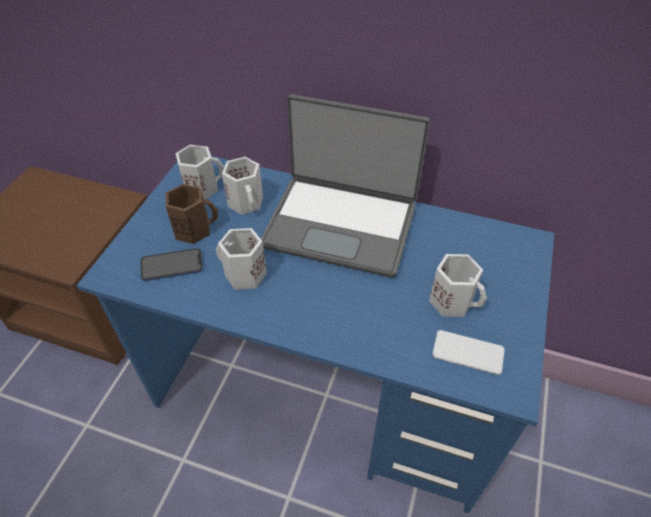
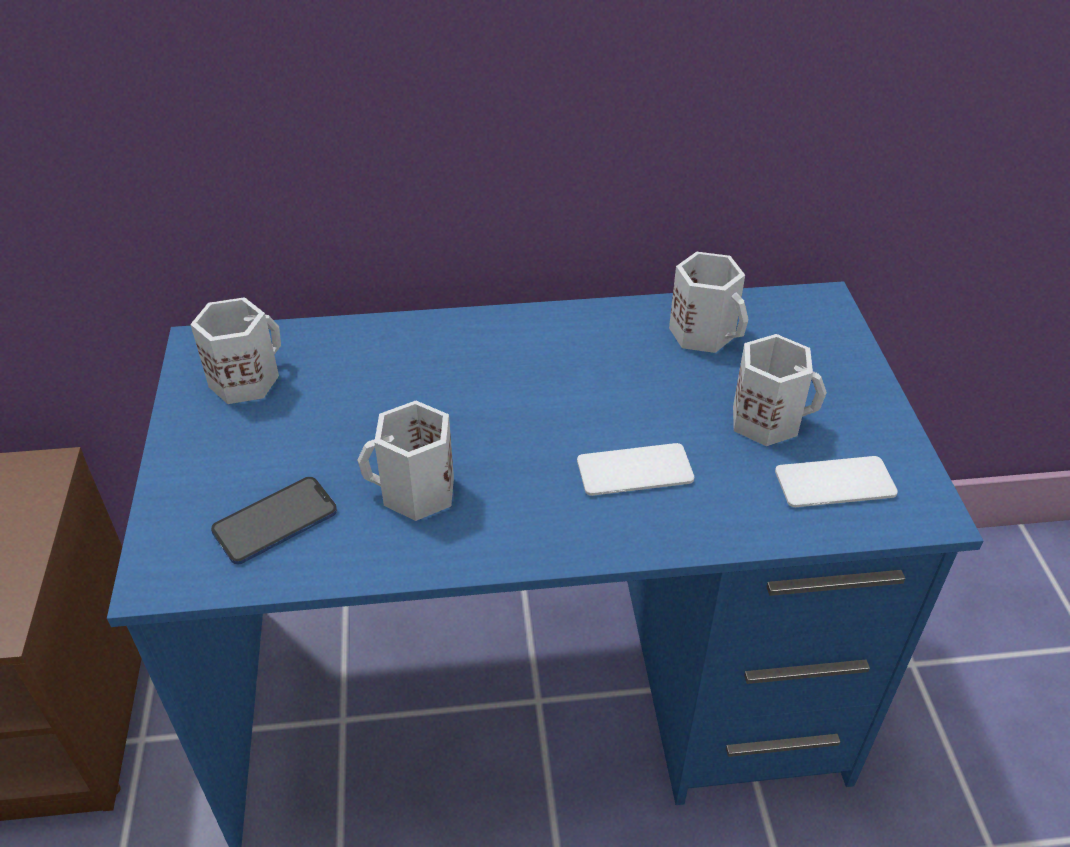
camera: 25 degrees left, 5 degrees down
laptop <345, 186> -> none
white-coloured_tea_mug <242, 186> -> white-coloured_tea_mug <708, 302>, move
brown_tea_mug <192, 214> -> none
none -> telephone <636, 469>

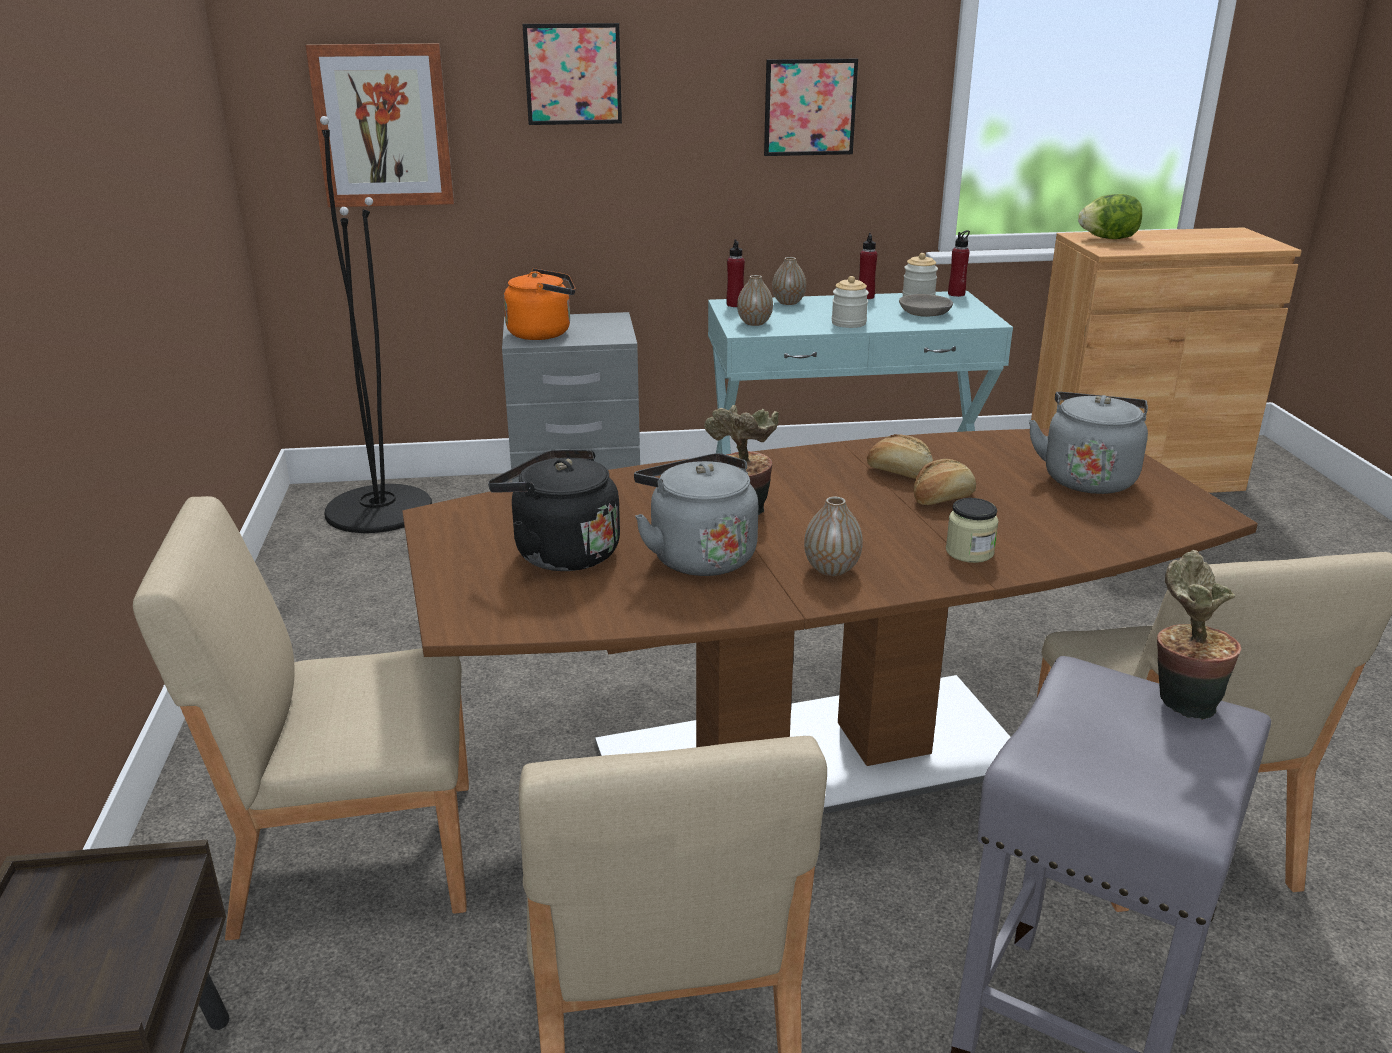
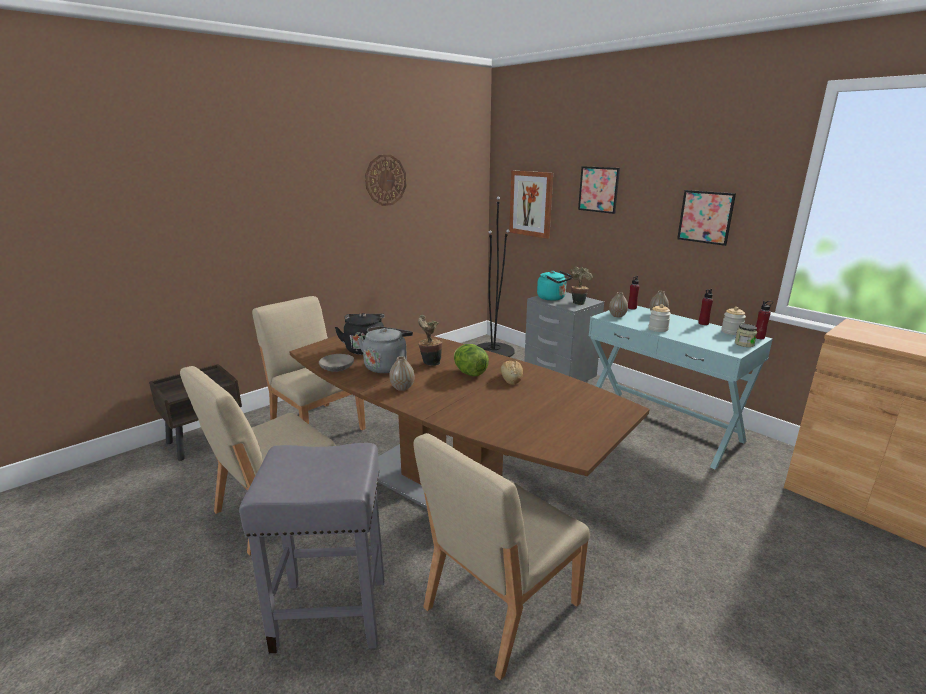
camera: 55 degrees right, 5 degrees down
lettuce_head <1110, 216> -> lettuce_head <471, 360>, move
orange-coloured_tea_kettle <539, 304> -> turquoise_tea_kettle <555, 286>
gray_bowl <926, 305> -> gray_bowl <336, 363>, move
gray_tea_kettle <1088, 443> -> none
bakery_bread <945, 482> -> none
jar <972, 530> -> jar <746, 335>, move
houseplant <1199, 635> -> houseplant <581, 286>, move
none -> hanging_clock <385, 180>

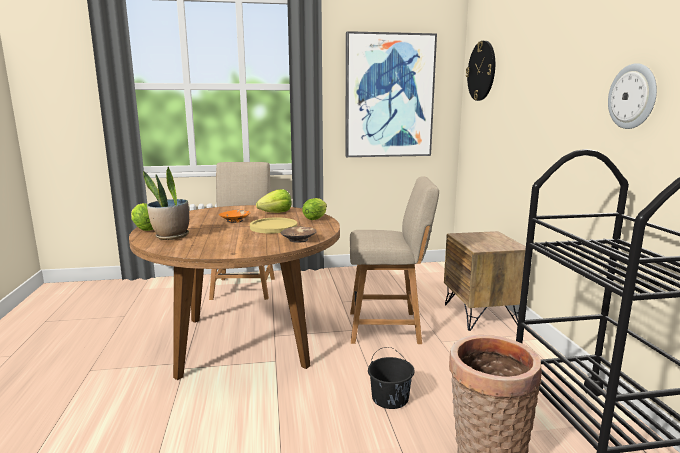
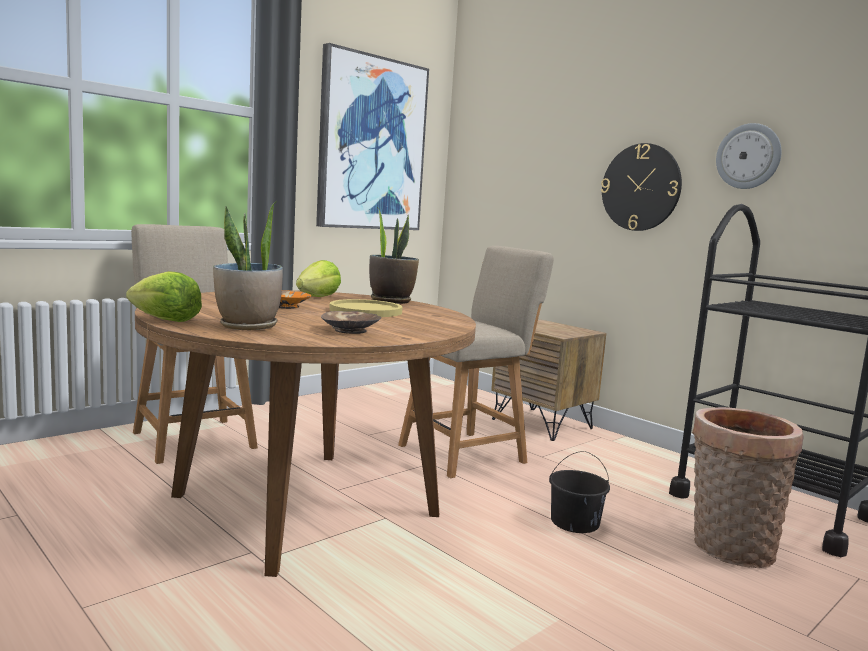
camera: 35 degrees left, 5 degrees down
hanging_clock <480, 71> -> hanging_clock <641, 187>, move
lettuce_head <314, 209> -> houseplant <394, 255>
brown_bowl <298, 234> -> brown_bowl <351, 322>, move

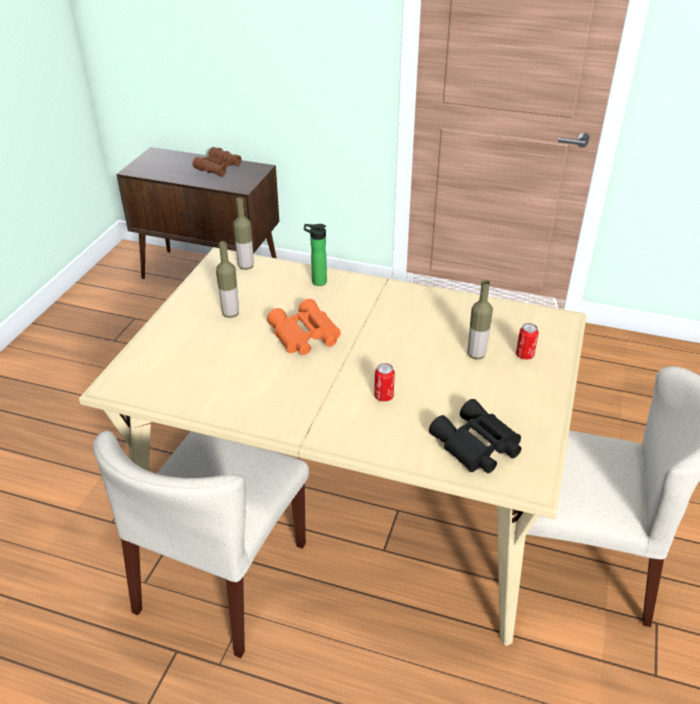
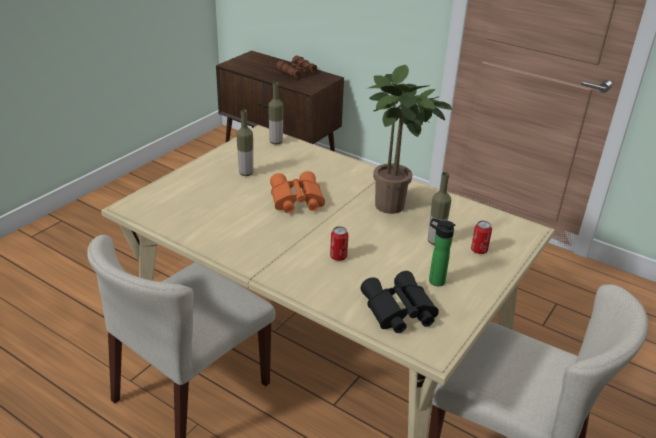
camera: 15 degrees right, 5 degrees down
beverage_bottle <315, 255> -> beverage_bottle <442, 252>, move
none -> houseplant <410, 139>

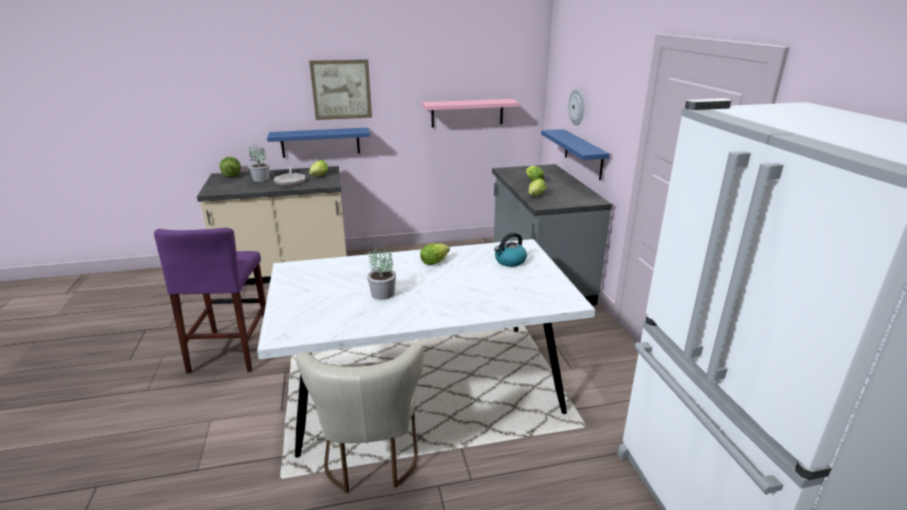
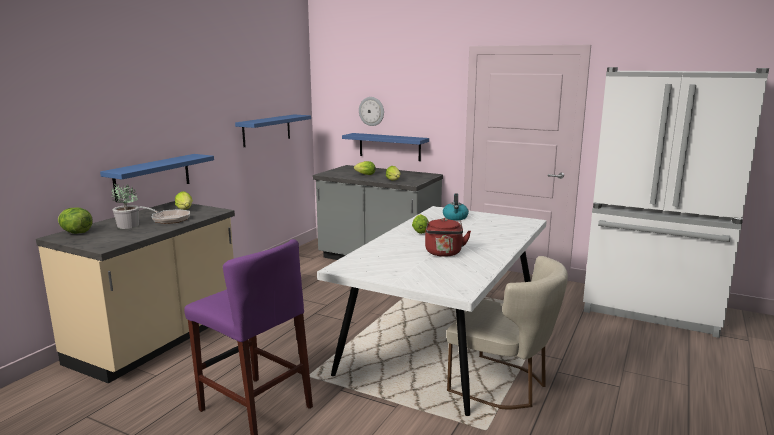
camera: 50 degrees left, 10 degrees down
wall_picture <340, 89> -> none
pinkish_bracket_shelf <470, 113> -> bluish_bracket_shelf <273, 131>
houseplant <381, 272> -> reddish_tea_kettle <448, 237>

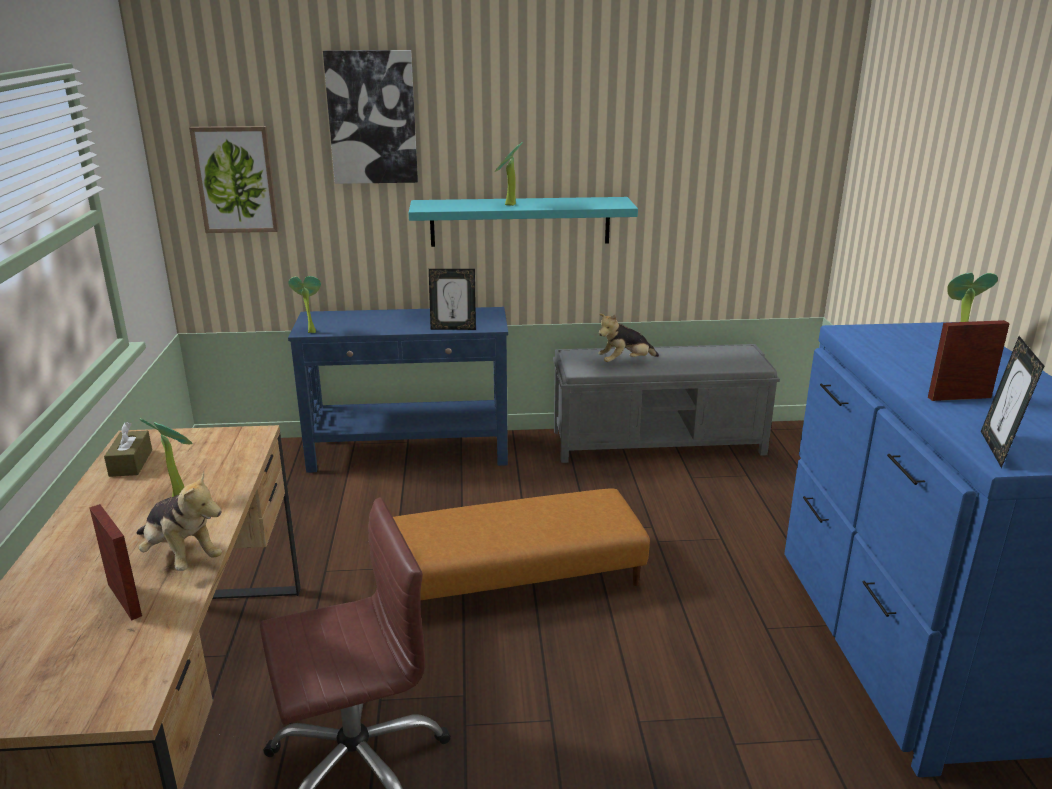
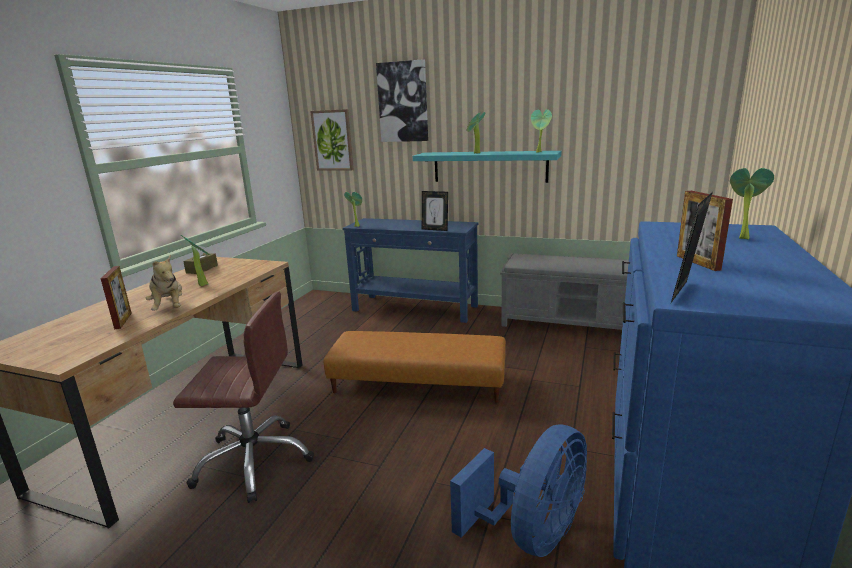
camera: 25 degrees right, 5 degrees down
plush_toy <628, 337> -> none
standing_frame <969, 360> -> standing_frame <705, 231>, 120 degrees counterclockwise
none -> houseplant <541, 130>
none -> bluish_electric_fan <518, 490>

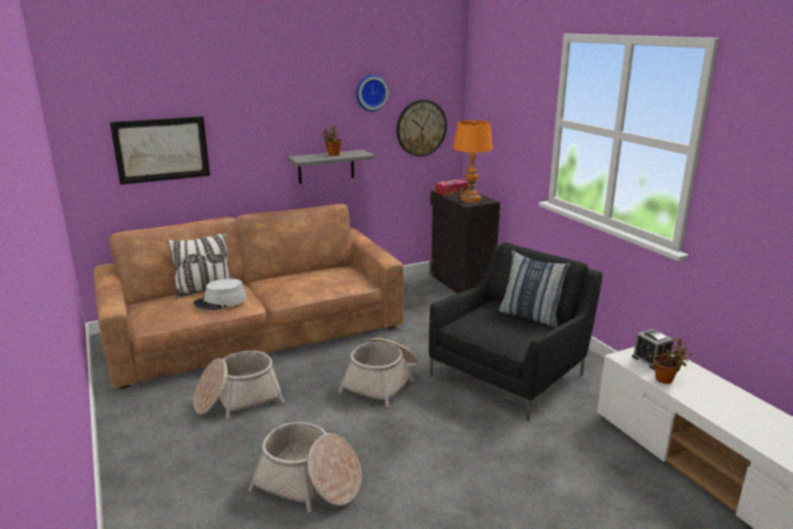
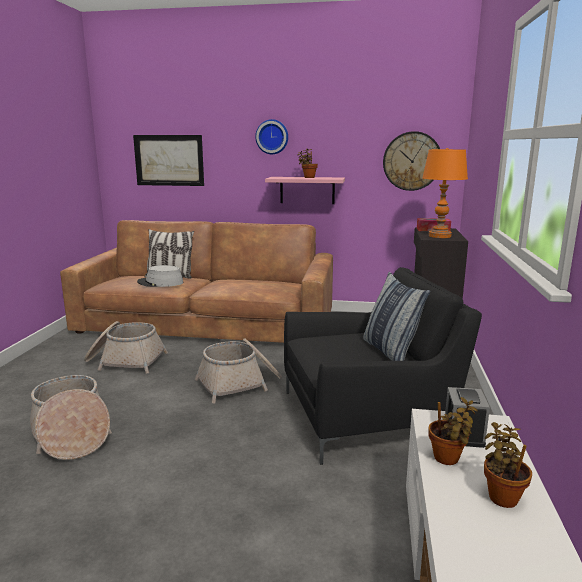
camera: 35 degrees right, 5 degrees down
hanging_clock <372, 93> -> hanging_clock <271, 136>, move
gray_bracket_shelf <331, 167> -> pinkish_bracket_shelf <305, 190>
none -> houseplant <508, 465>

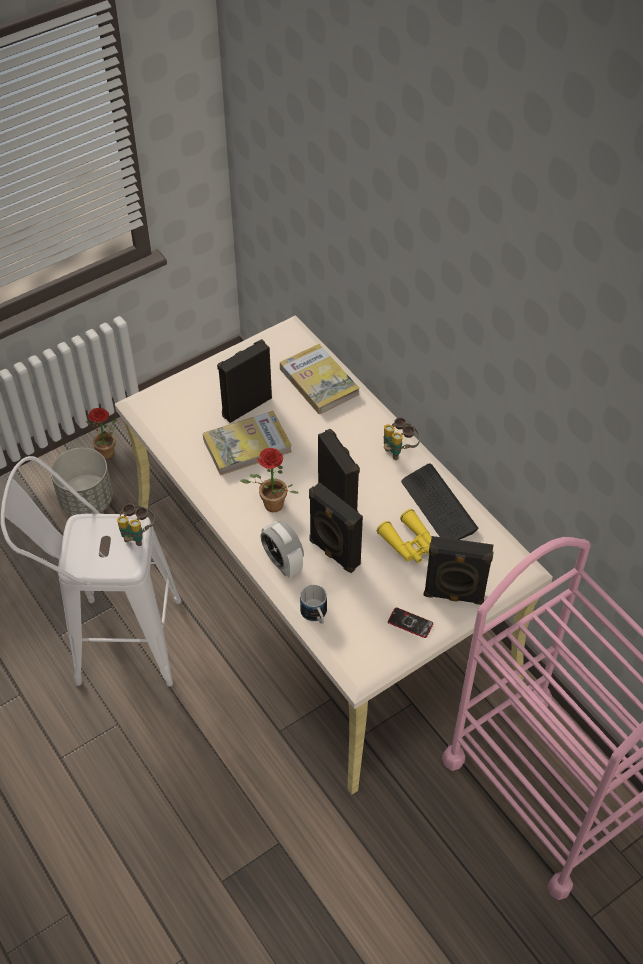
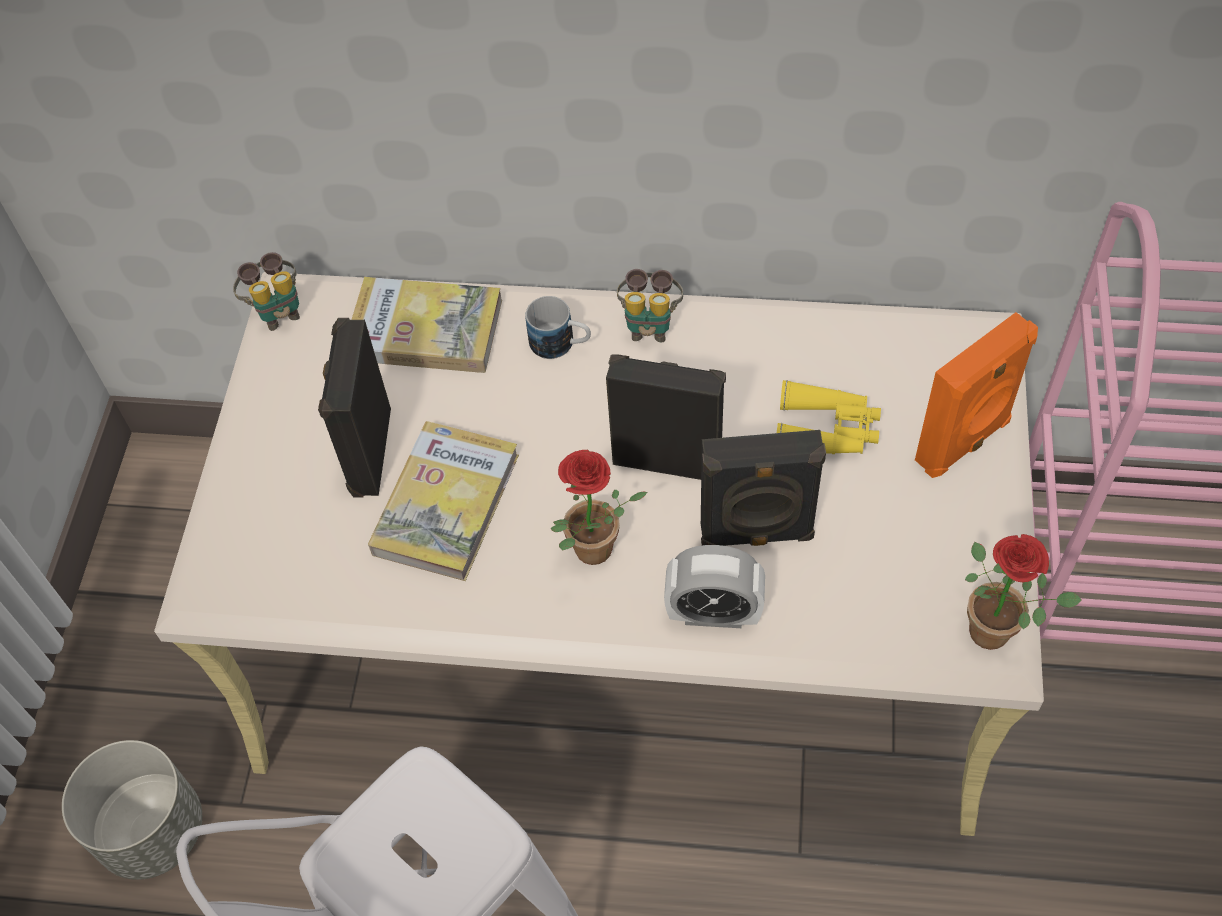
camera: 45 degrees left, 5 degrees up
houseplant <101, 433> -> houseplant <1023, 592>, move
computer_keyboard <440, 502> -> none
field_glasses <136, 524> -> field_glasses <266, 291>, move
blackish_speaker <458, 570> -> orange-coloured_speaker <976, 395>
tea_mug <313, 604> -> tea_mug <558, 327>, move
telephone <410, 622> -> none

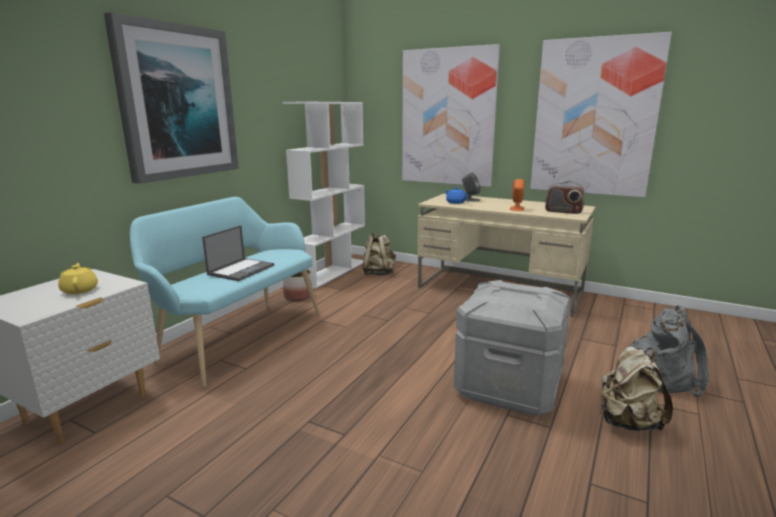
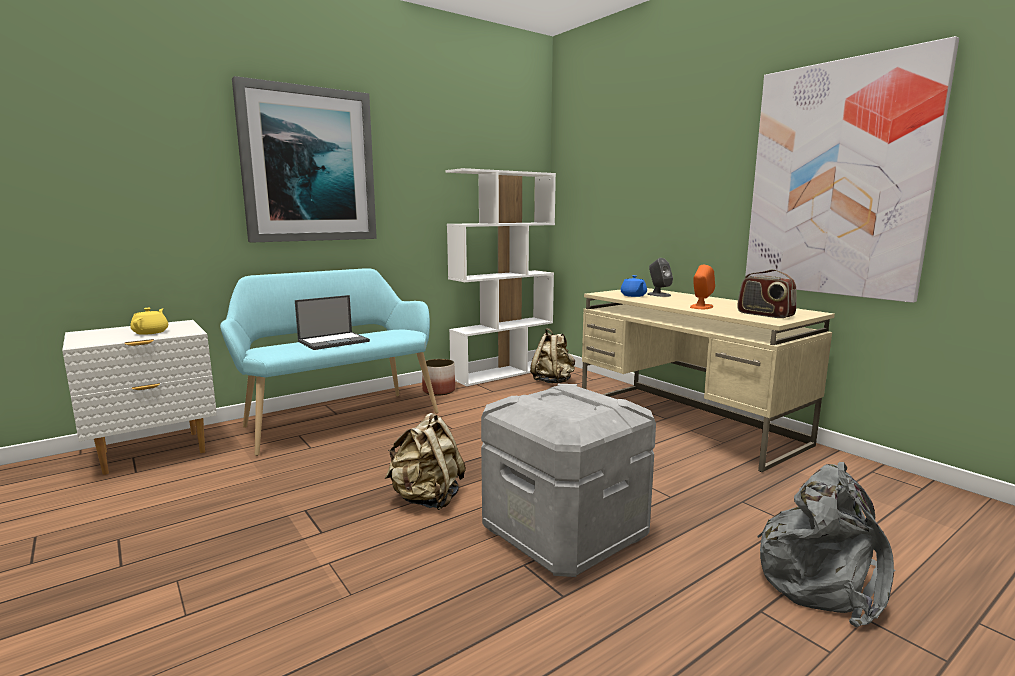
camera: 25 degrees right, 5 degrees down
wall_picture <451, 115> -> none
sand-coloured_backpack <636, 389> -> sand-coloured_backpack <425, 461>, move

